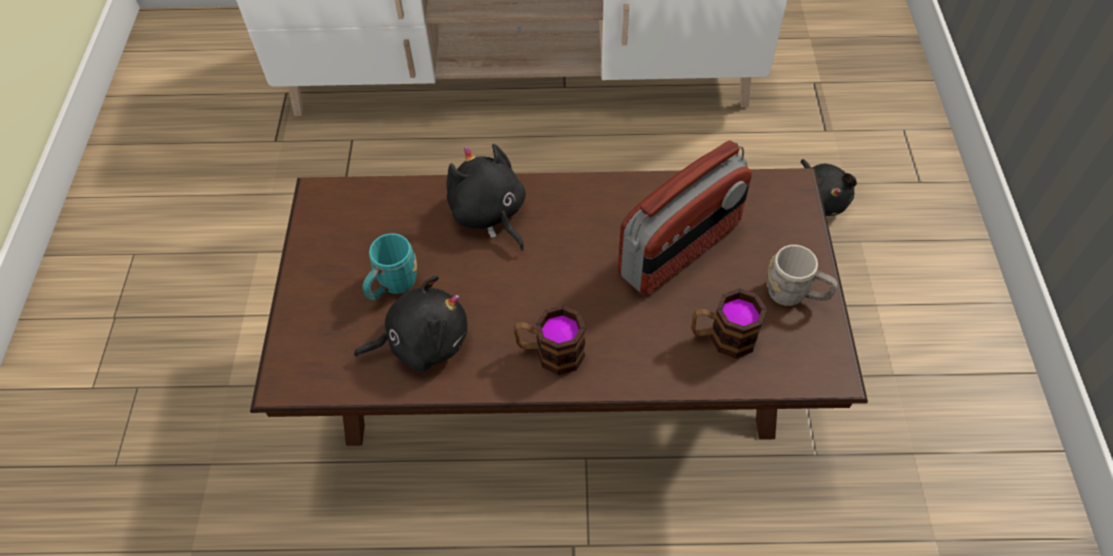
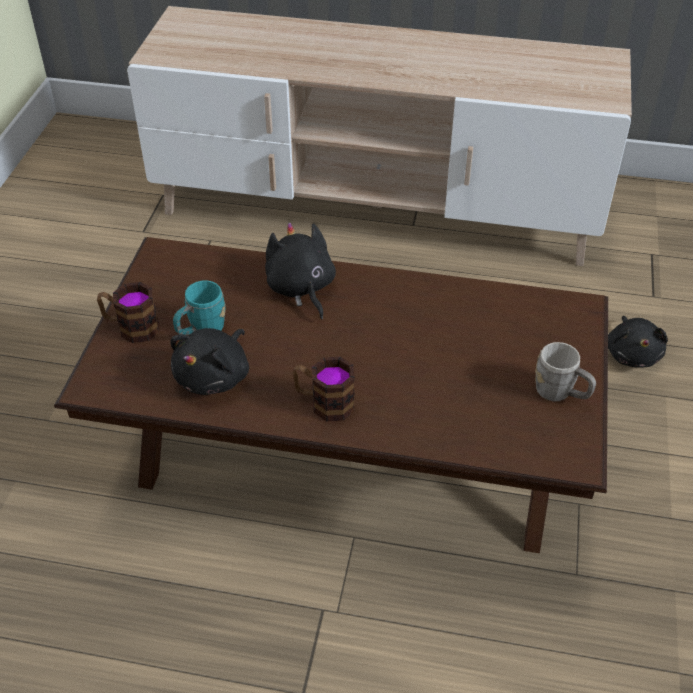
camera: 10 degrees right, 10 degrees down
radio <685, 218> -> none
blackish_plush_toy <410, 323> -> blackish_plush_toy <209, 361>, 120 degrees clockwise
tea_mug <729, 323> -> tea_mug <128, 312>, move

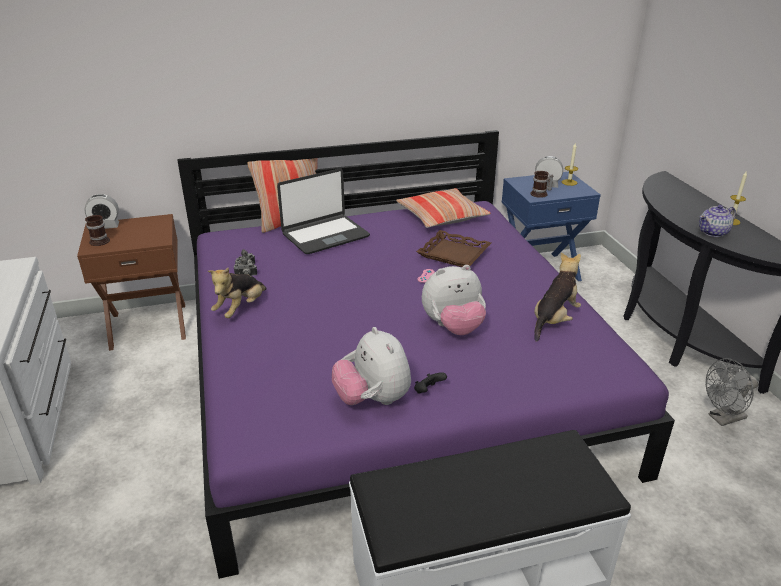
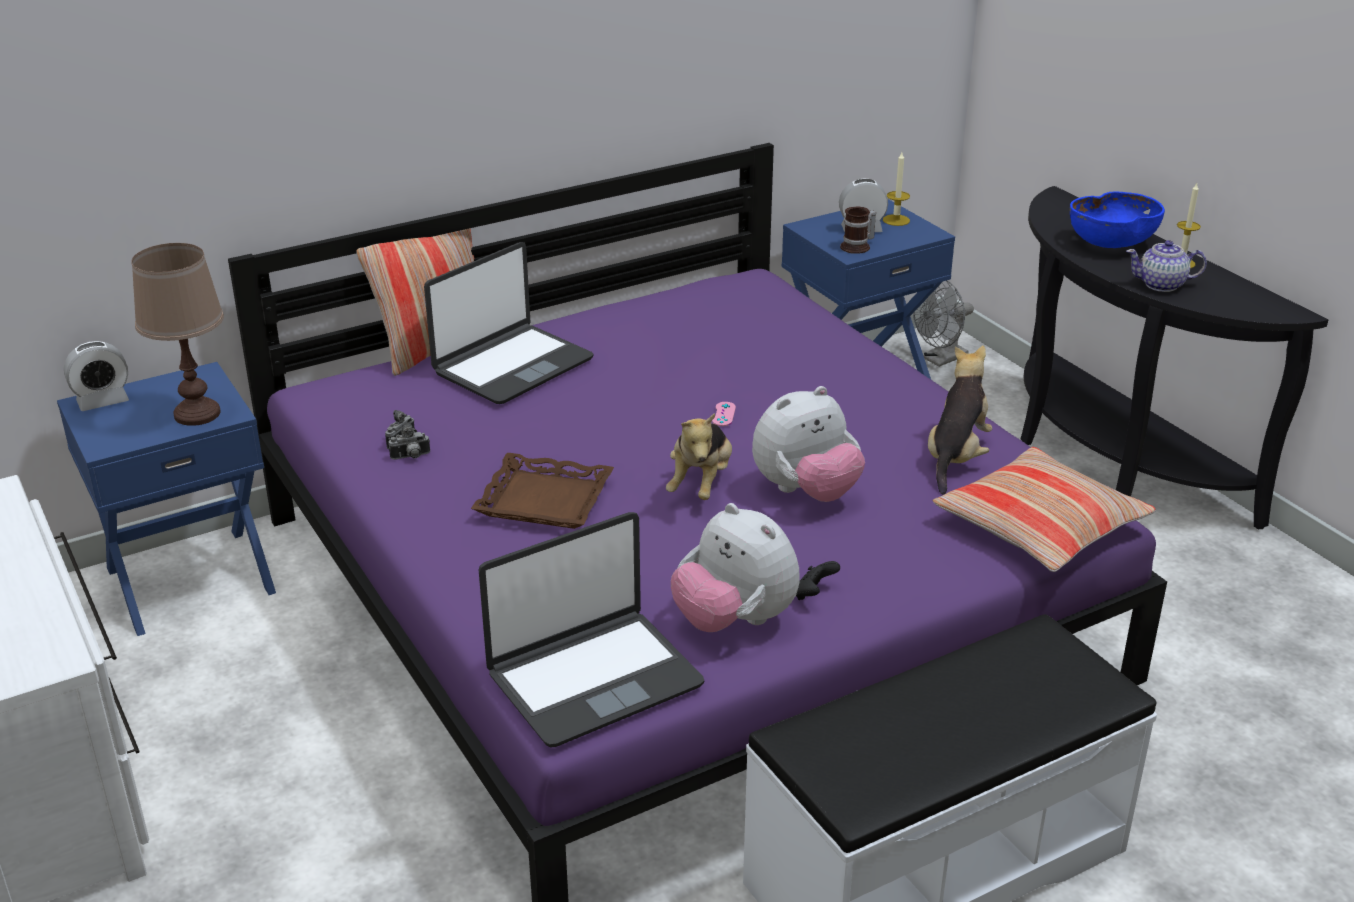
camera: 15 degrees left, 0 degrees up
pillow <443, 208> -> pillow <1044, 509>, move
teapot <717, 221> -> teapot <1166, 266>, 45 degrees clockwise
brown_bedside_table <131, 282> -> bluish_bedside_table <166, 499>
tea_mug <97, 230> -> none
brown_tray <453, 248> -> brown_tray <542, 491>, move
plush_toy <237, 293> -> plush_toy <699, 456>, move
gray_electric_fan <732, 392> -> gray_electric_fan <943, 323>, move
none -> bluish_bowl <1117, 220>
none -> brown_tabletop_lamp <177, 334>
none -> laptop <591, 629>

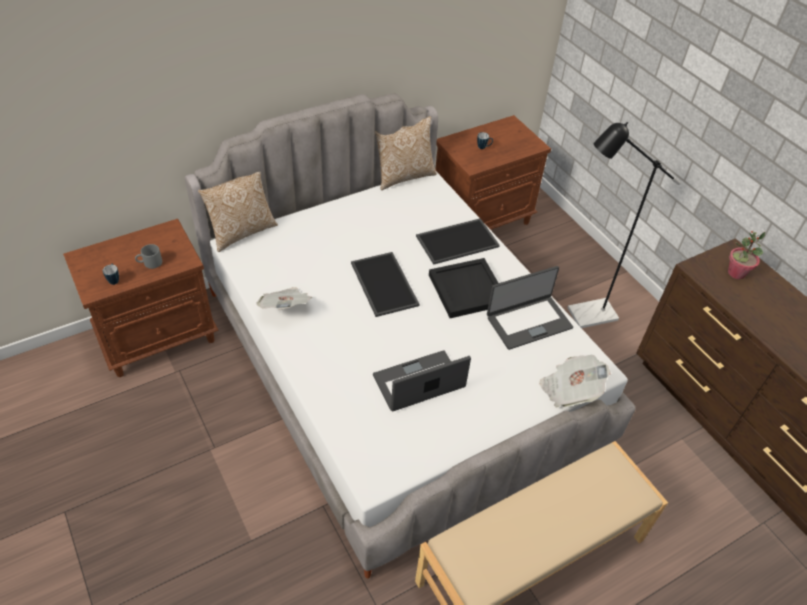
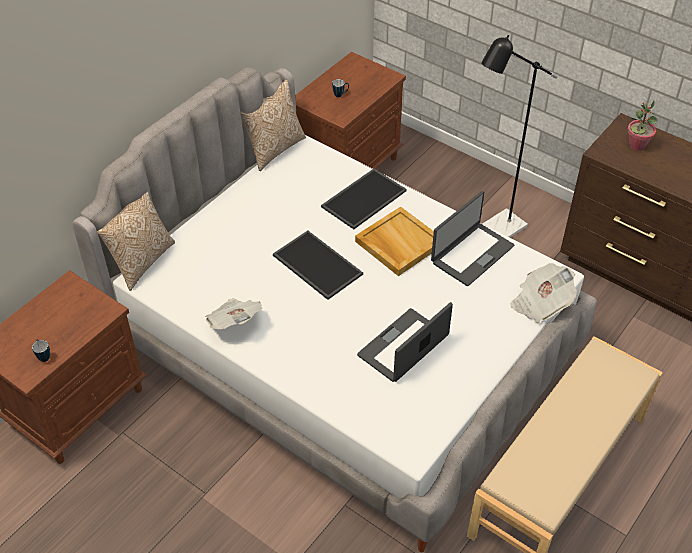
camera: 20 degrees left, 0 degrees up
gray_tea_mug <148, 256> -> none
blackish_tray <463, 288> -> sand-coloured_tray <394, 241>

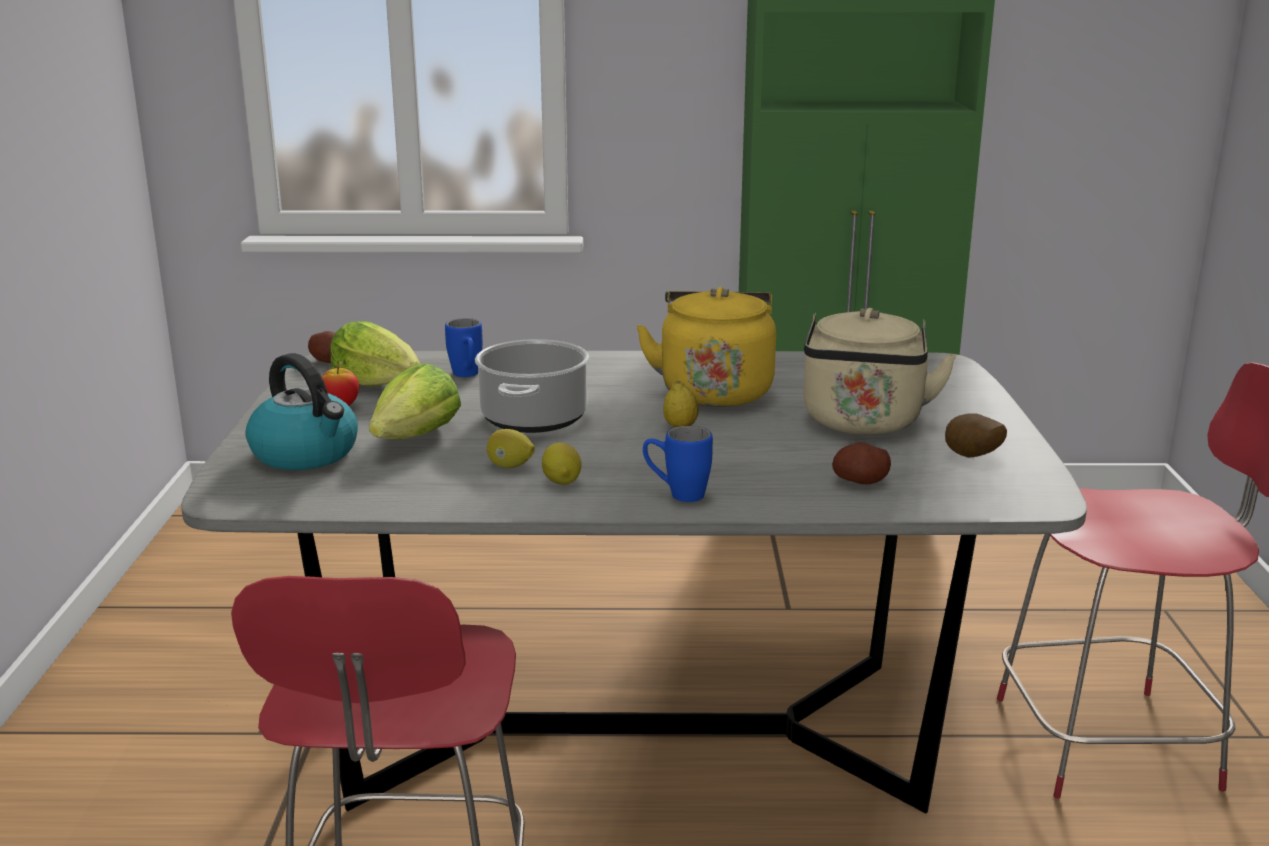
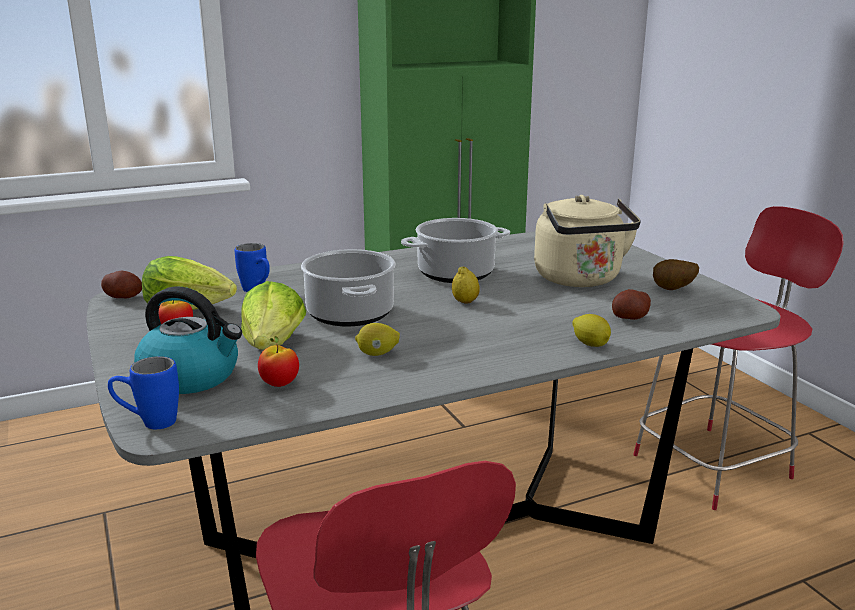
camera: 25 degrees left, 0 degrees up
yellow-coloured_tea_kettle <706, 347> -> saucepot <455, 250>
bluish_tea_mug <678, 464> -> bluish_tea_mug <143, 392>, move
whole_lemon <561, 463> -> whole_lemon <591, 330>, move
none -> apple_fruit <278, 361>

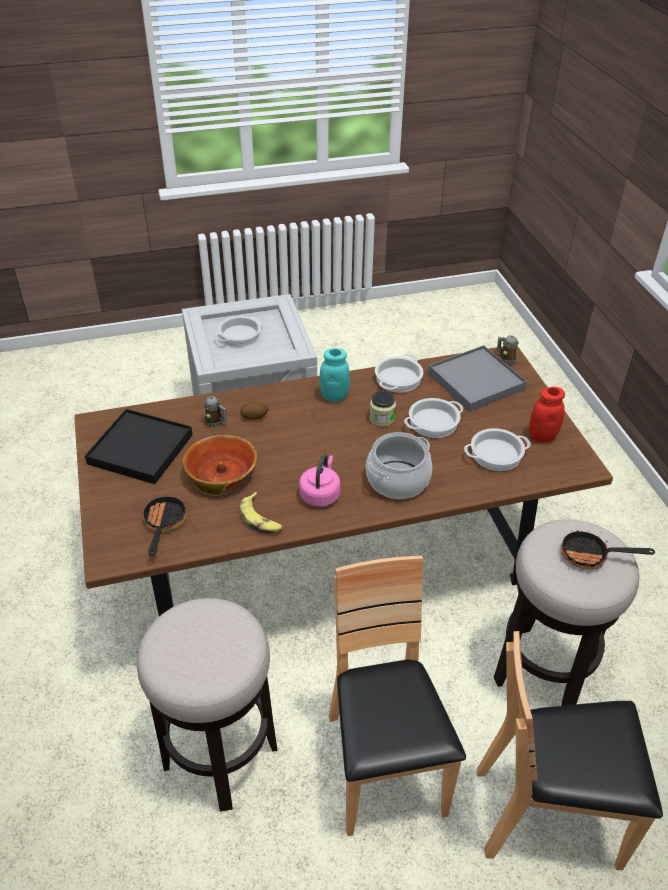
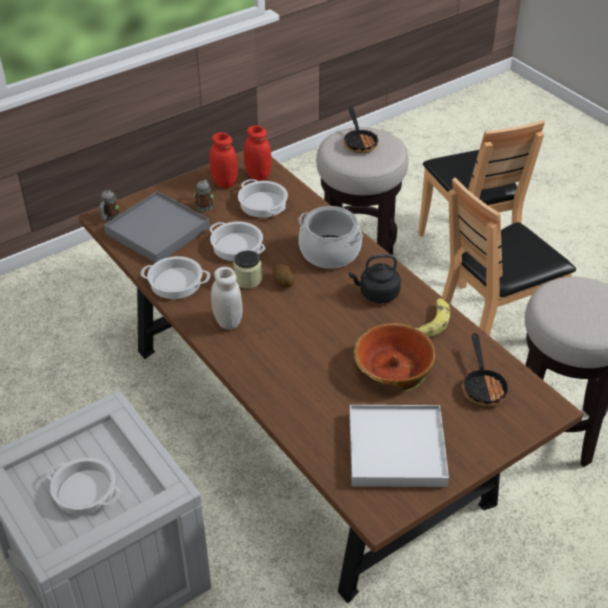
camera: 110 degrees left, 0 degrees up
turquoise_jar <335, 375> -> white-coloured_jar <227, 298>
tea_mug <215, 412> -> tea_mug <204, 196>, move
whole_potato <254, 410> -> whole_potato <284, 276>, move
blackish_tray <138, 446> -> white-coloured_tray <399, 446>
pinkish_tea_kettle <319, 480> -> blackish_tea_kettle <375, 278>
skillet <164, 525> -> skillet <486, 369>, 75 degrees counterclockwise
none -> reddish_jar <258, 153>

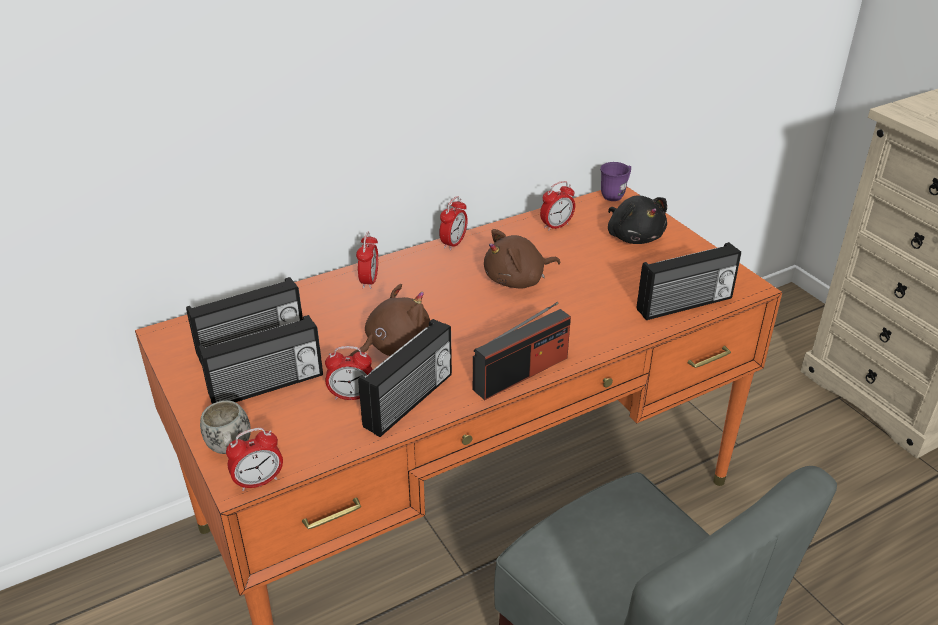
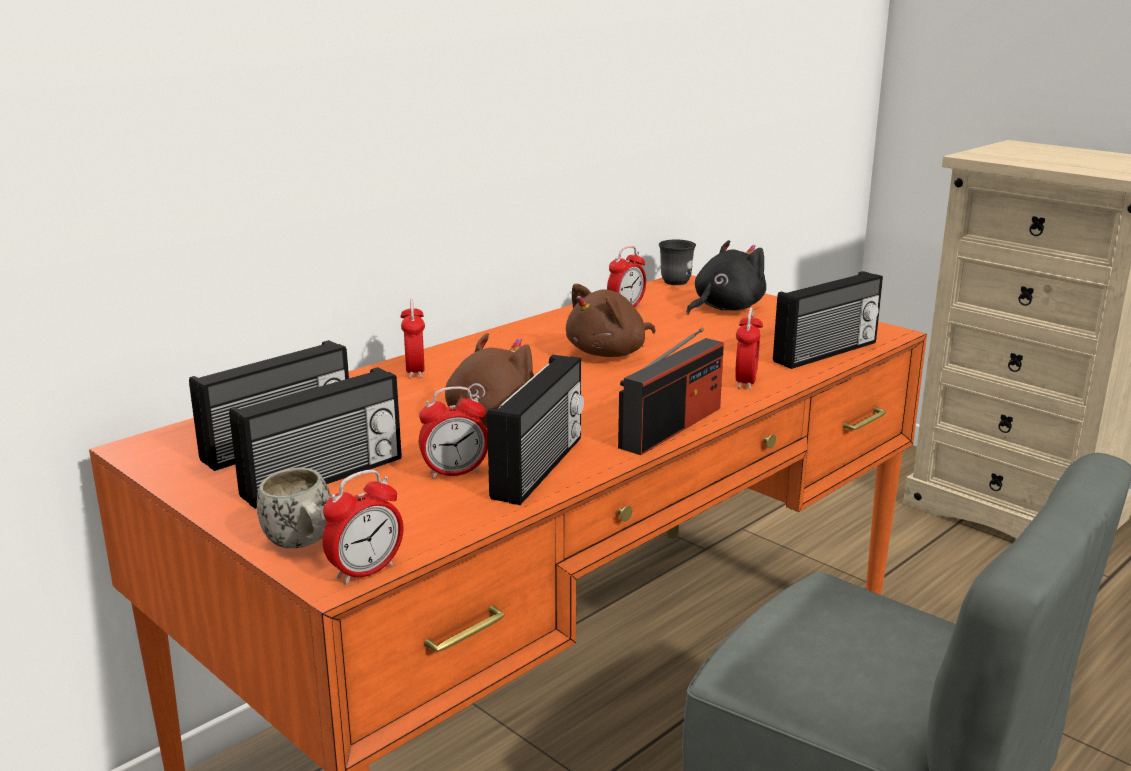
camera: 15 degrees left, 15 degrees down
purple_tea_mug <615, 181> -> gray_tea_mug <677, 262>
bedside_clock <453, 223> -> bedside_clock <749, 349>, move
blackish_plush_toy <637, 220> -> blackish_plush_toy <726, 277>, 90 degrees counterclockwise

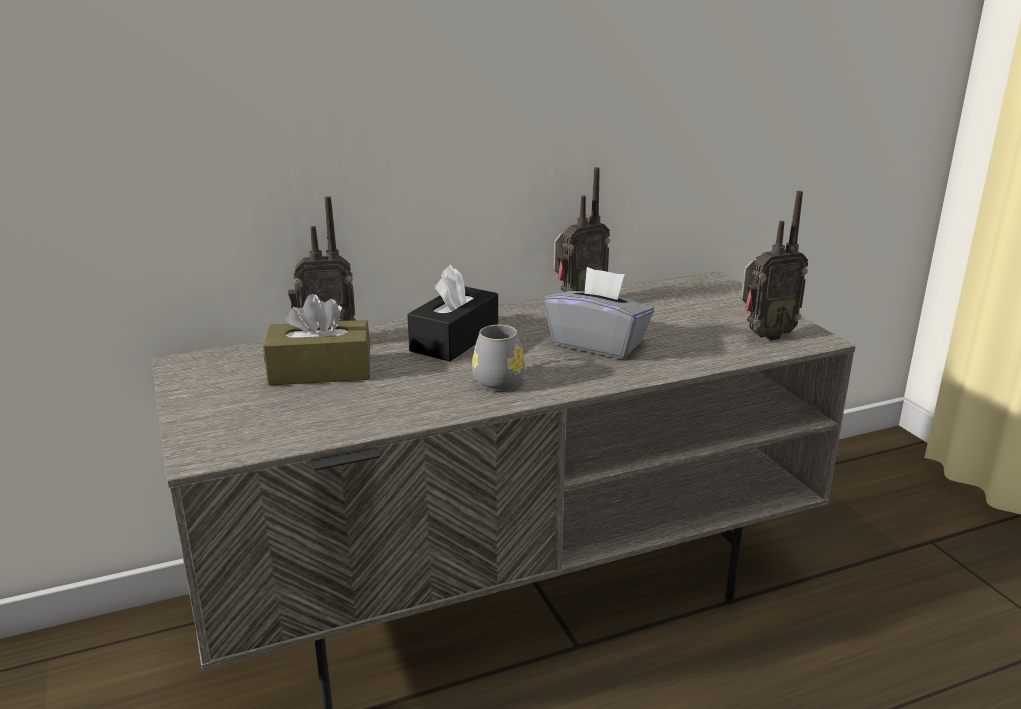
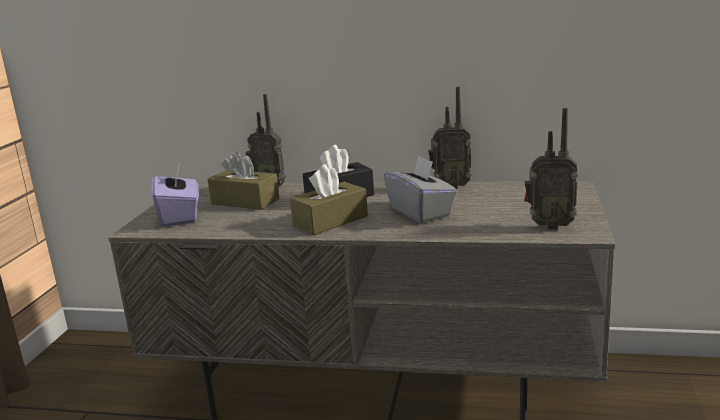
camera: 35 degrees right, 5 degrees down
gray_tea_mug <498, 358> -> brown_tissue_box <329, 199>
none -> purple_tissue_box <175, 195>

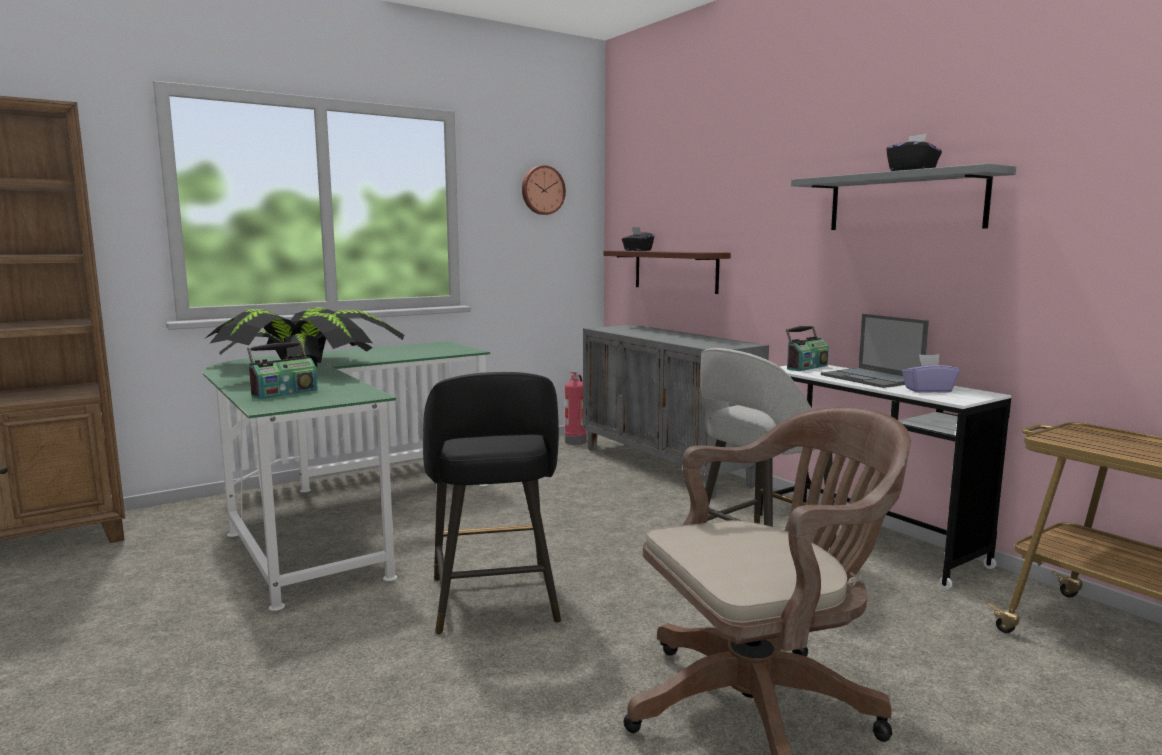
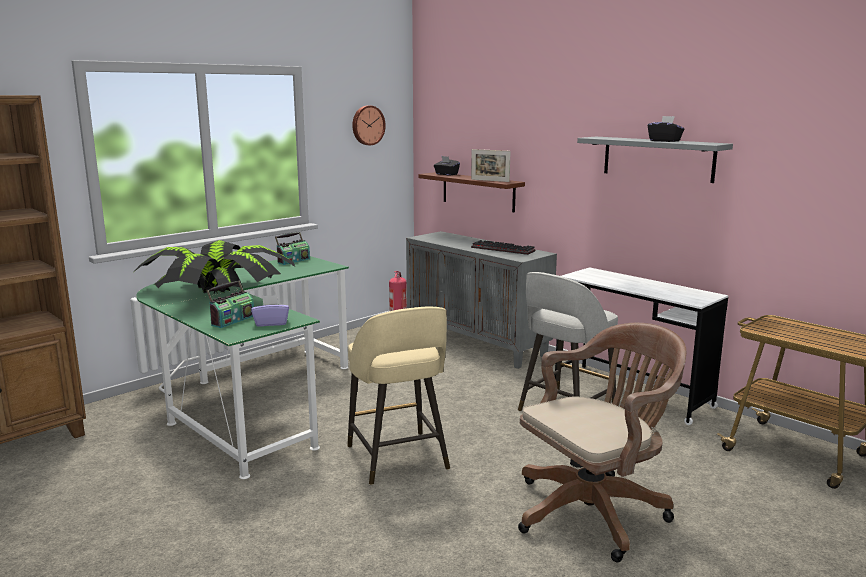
camera: 10 degrees left, 5 degrees up
laptop <875, 351> -> none
radio <807, 348> -> radio <292, 248>, move
purple_tissue_box <930, 373> -> purple_tissue_box <270, 310>, move
blackish_stool_seat <492, 503> -> sand-coloured_stool_seat <398, 396>
none -> standing_frame <490, 165>
none -> computer_keyboard <503, 247>

